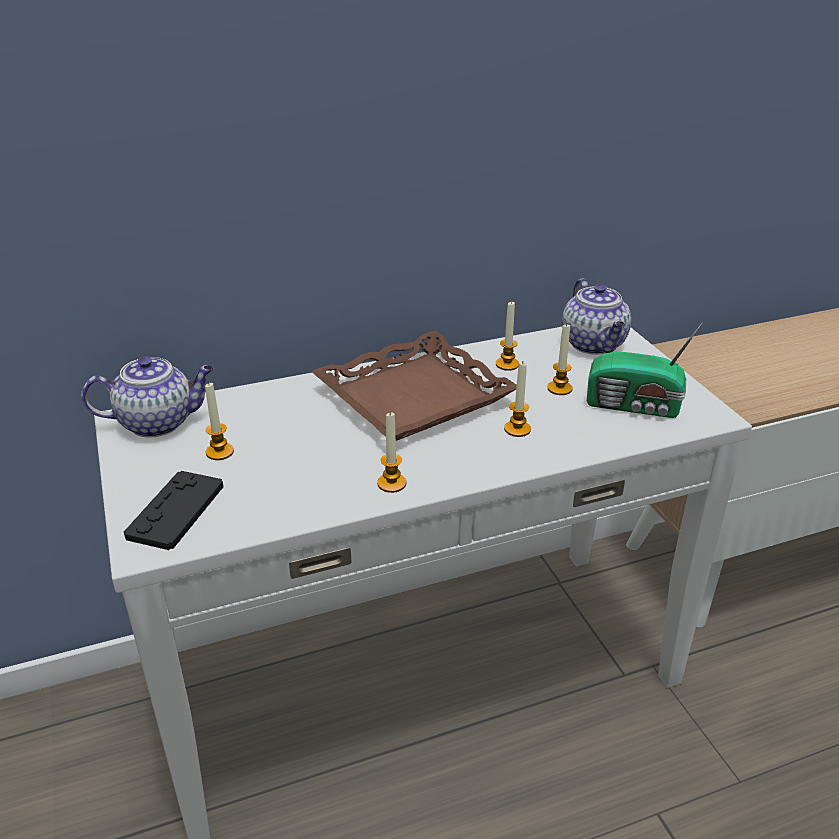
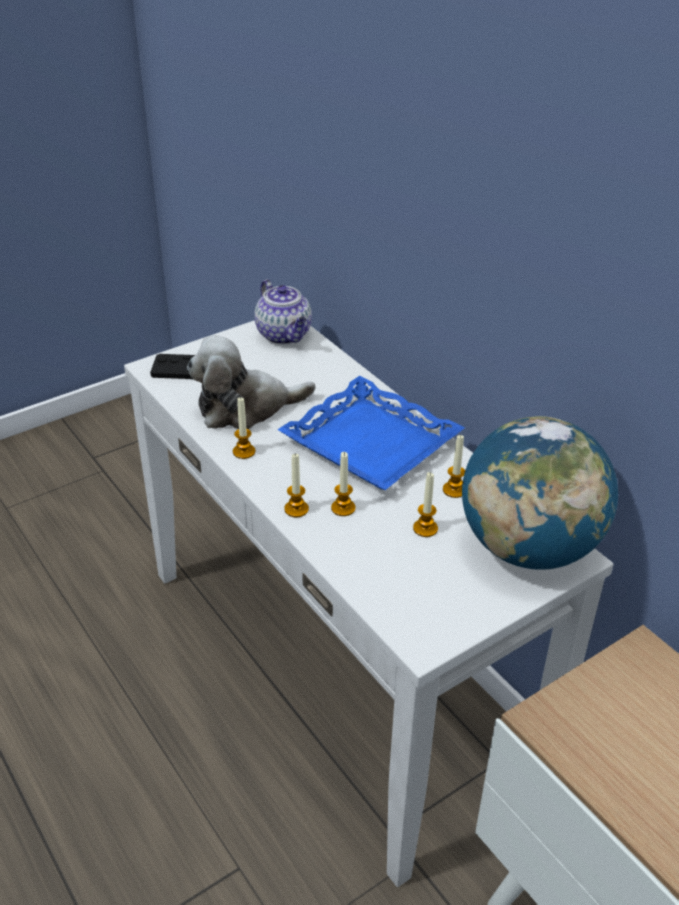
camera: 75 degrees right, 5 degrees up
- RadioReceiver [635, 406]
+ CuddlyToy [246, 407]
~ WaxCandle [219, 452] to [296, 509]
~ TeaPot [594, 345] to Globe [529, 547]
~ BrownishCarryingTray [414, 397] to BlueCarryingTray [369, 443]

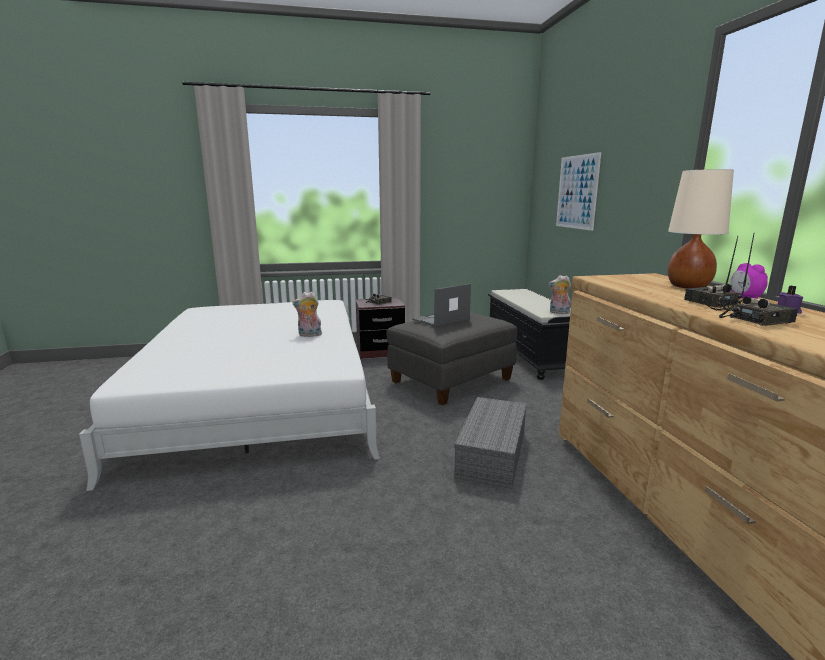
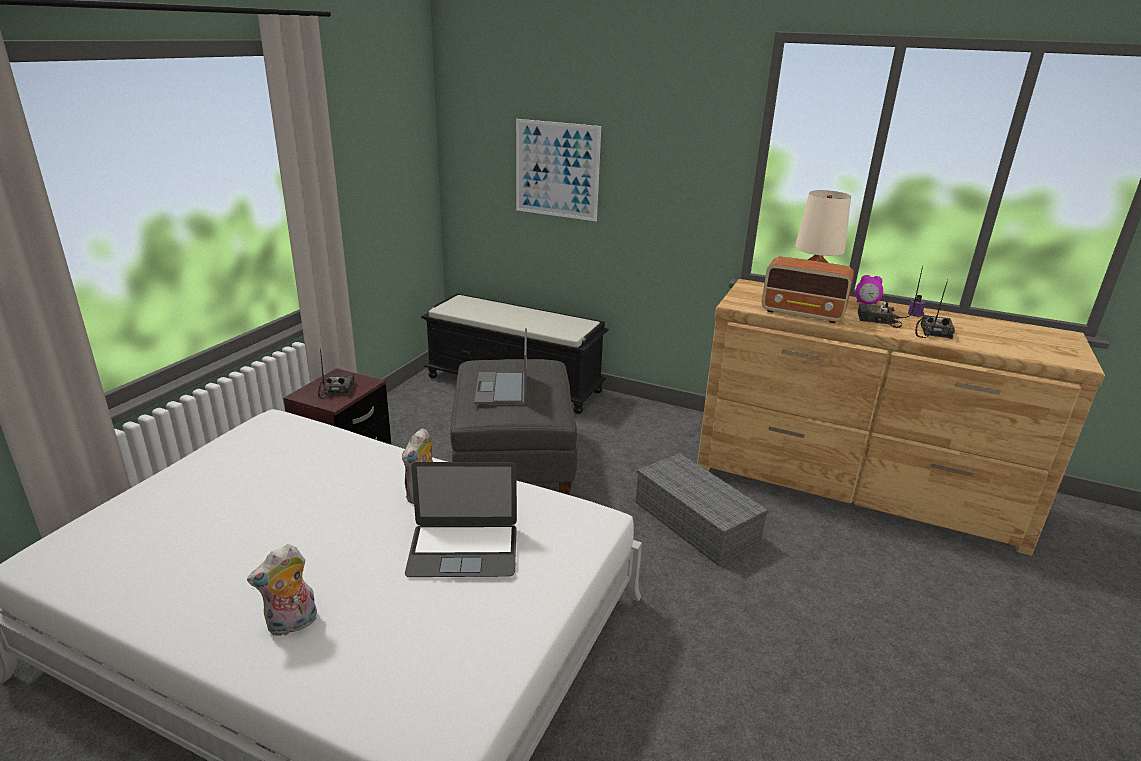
camera: 55 degrees left, 10 degrees up
+ Laptop [463, 550]
+ RadioReceiver [803, 313]
~ CuddlyToy [558, 313] to [292, 625]

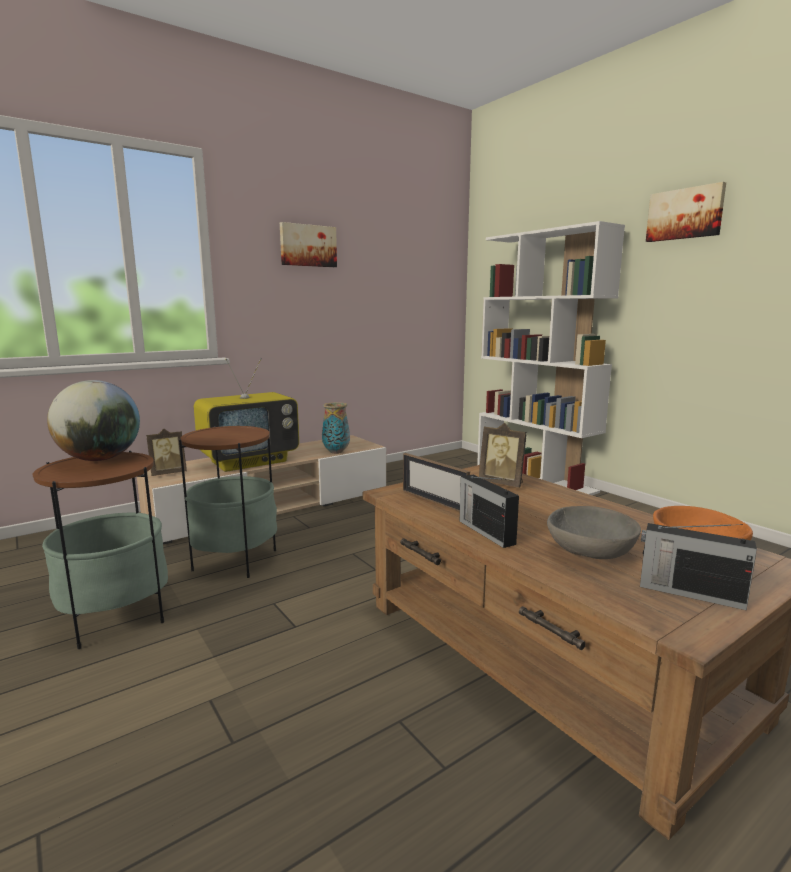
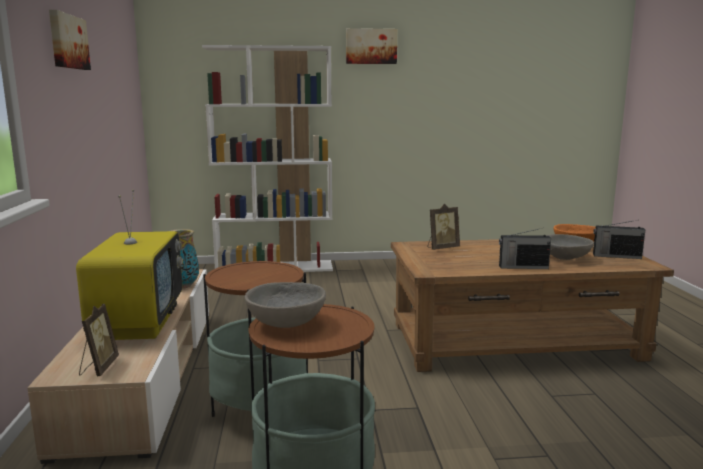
camera: 60 degrees left, 0 degrees up
- StandingFrame [434, 501]
~ Globe [100, 459] to GrayDeepDish [287, 322]
~ RadioReceiver [688, 592] = [615, 256] 45 degrees clockwise

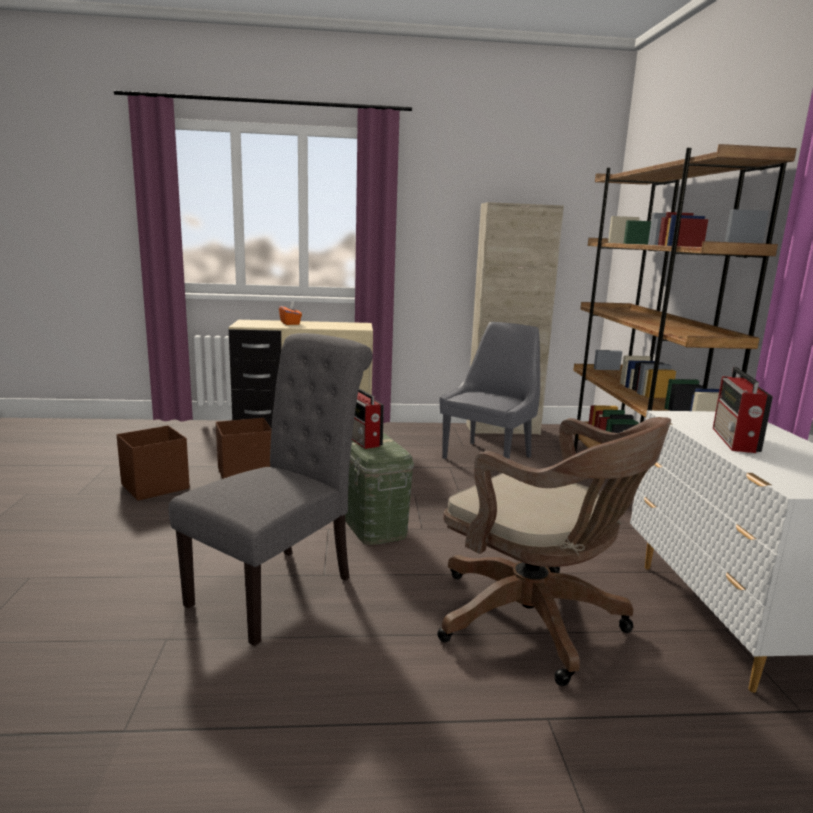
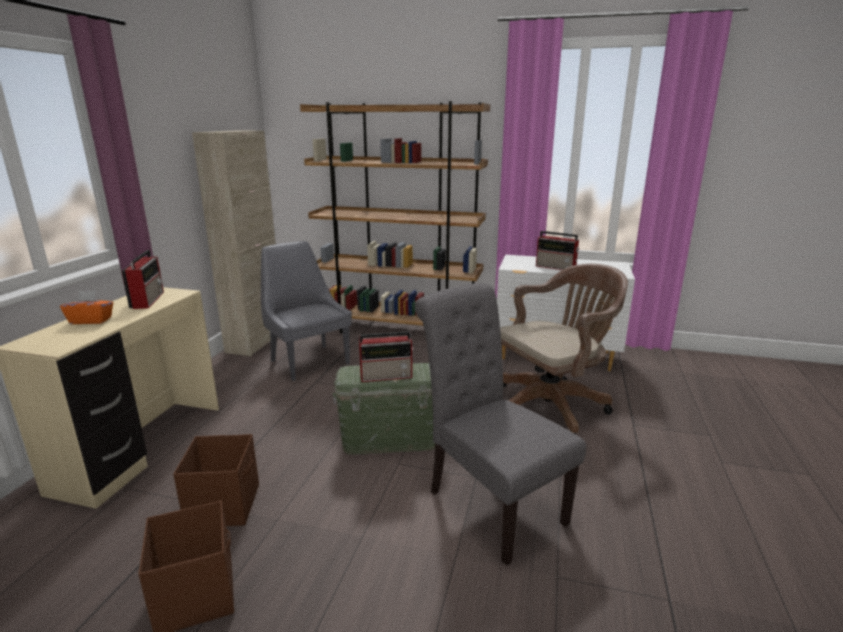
camera: 70 degrees left, 5 degrees up
+ RadioReceiver [148, 300]

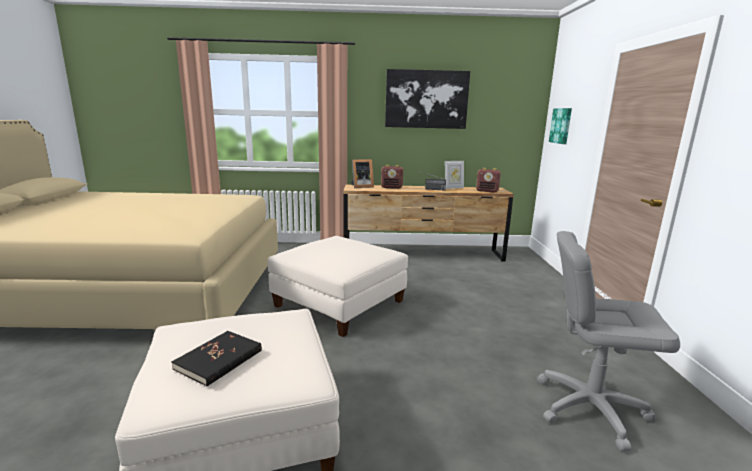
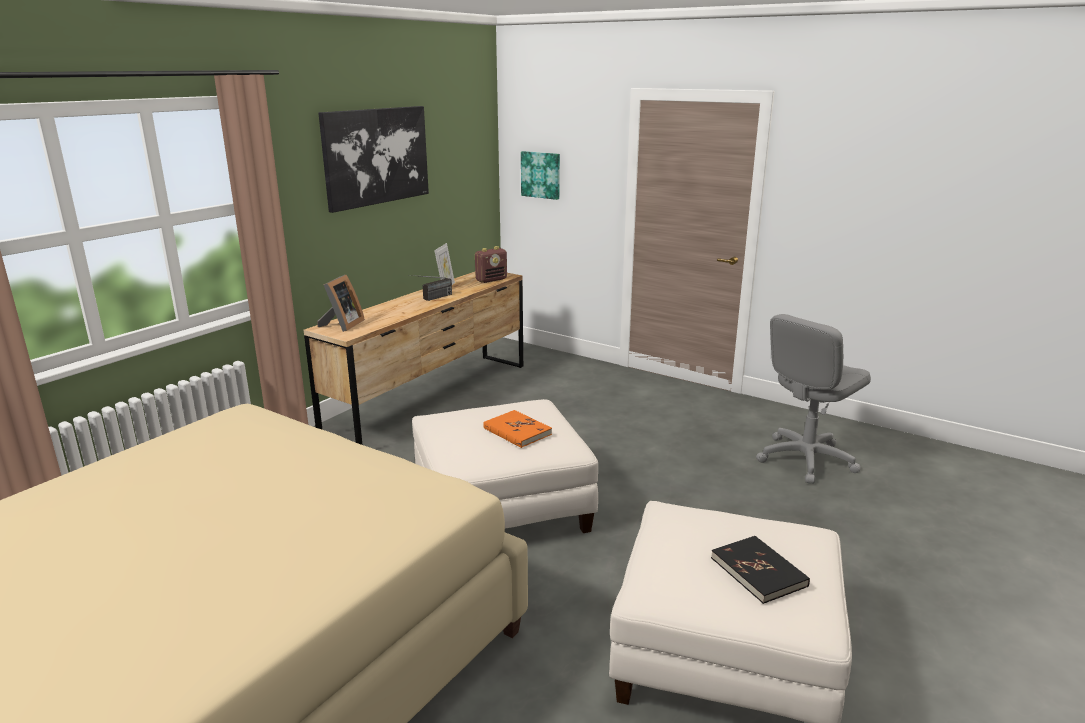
camera: 55 degrees left, 5 degrees up
- RadioReceiver [392, 187]
+ OrangeyBook [517, 431]

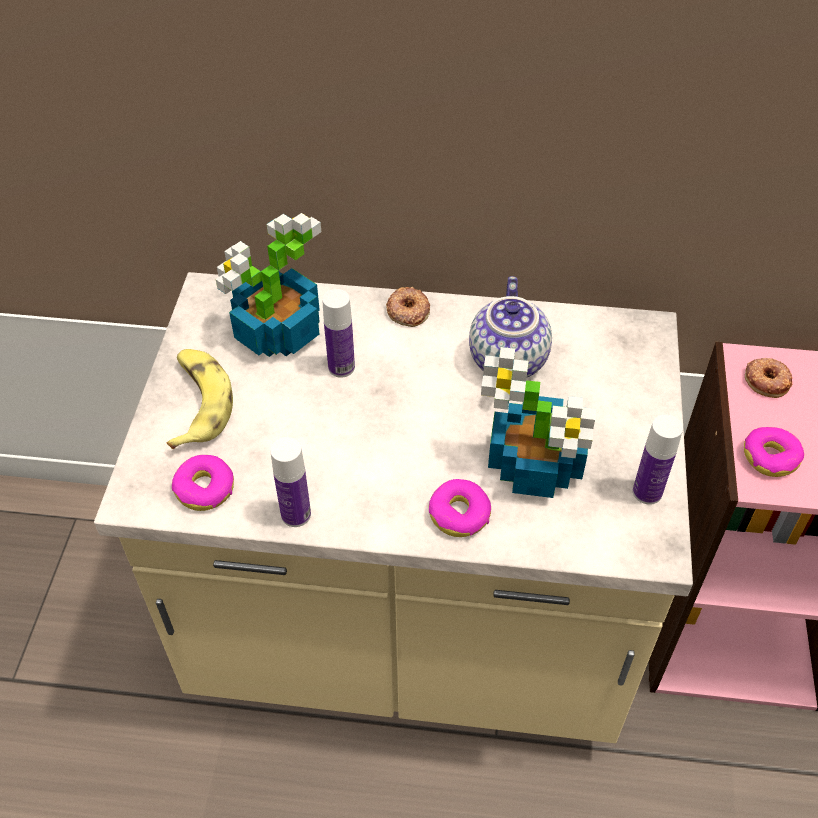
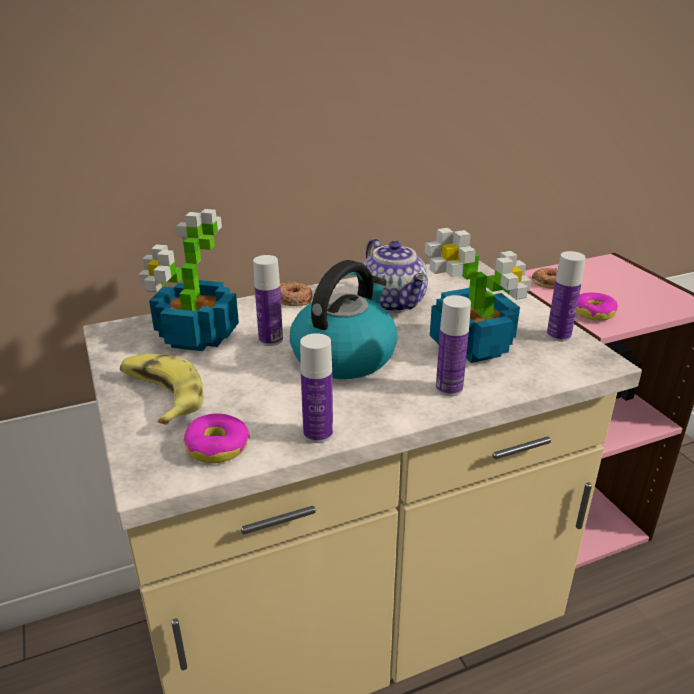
camera: 30 degrees left, 20 degrees down
+ WaterKettle [344, 355]
~ Doughnut [459, 514] to Bottle [449, 388]

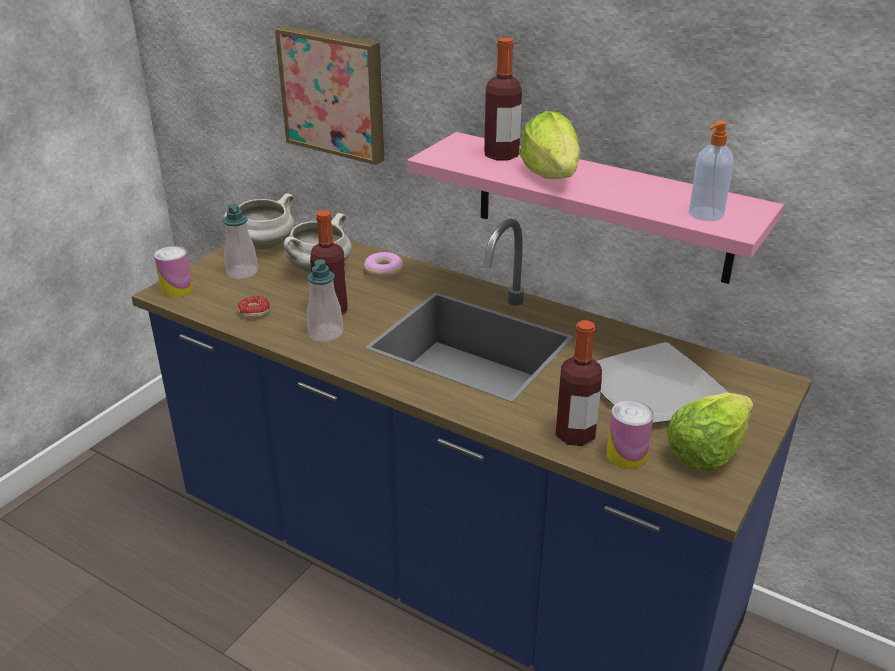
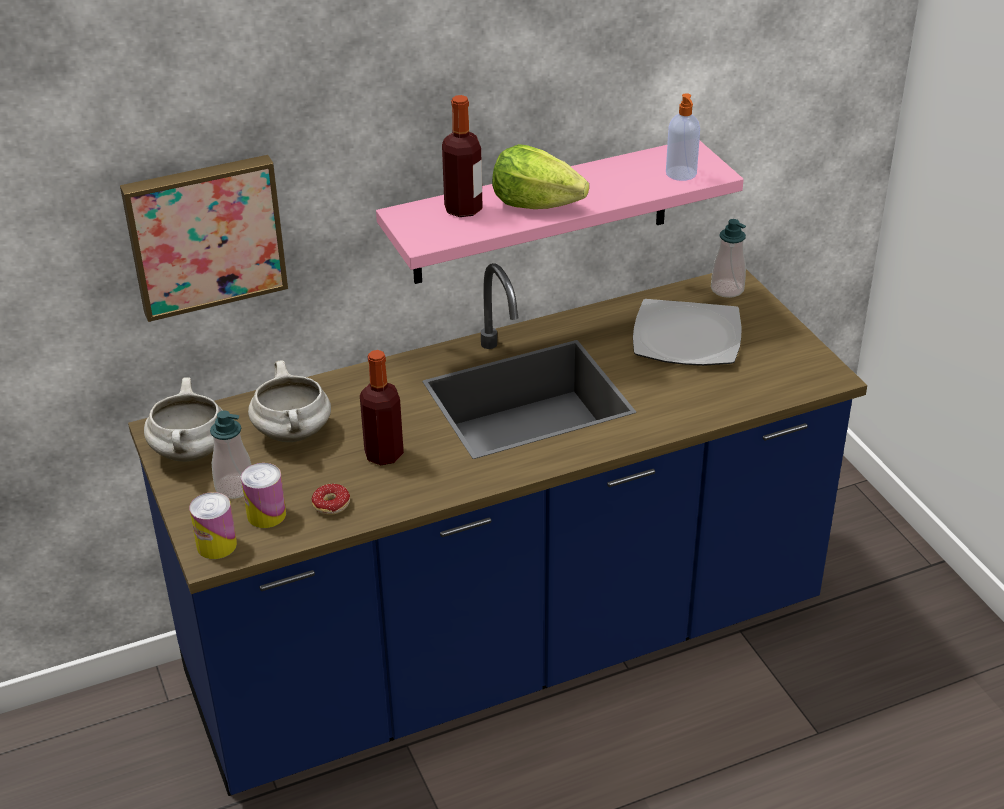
camera: 55 degrees left, 5 degrees up
- Doughnut [383, 270]
- Bottle [575, 435]
- HeadOfLettuce [705, 452]
~ SoapBottle [326, 334] to [727, 289]
~ SealedCan [626, 455] to [266, 515]

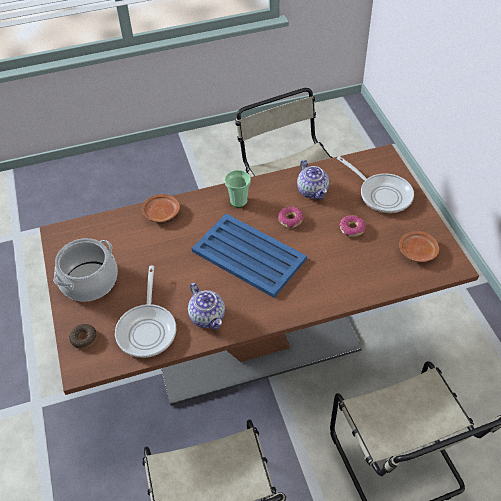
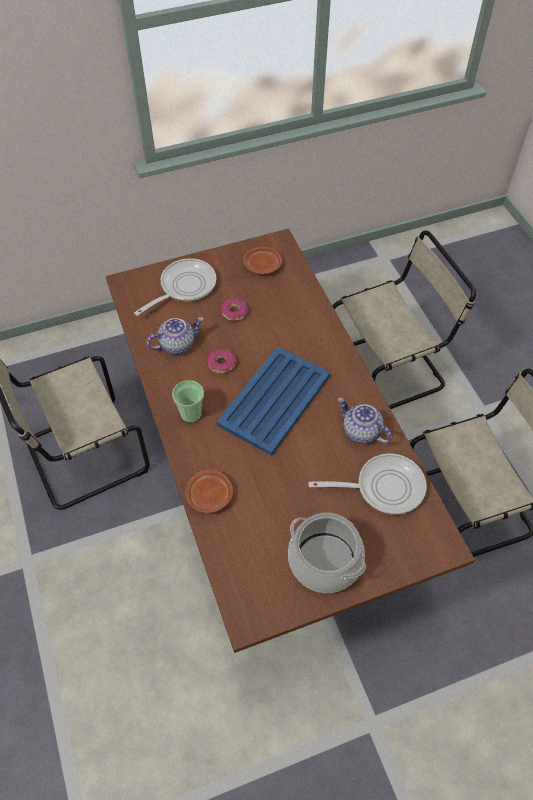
camera: 95 degrees left, 5 degrees up
- Doughnut [84, 338]
~ TeaPot [208, 317] = [360, 432] 105 degrees counterclockwise

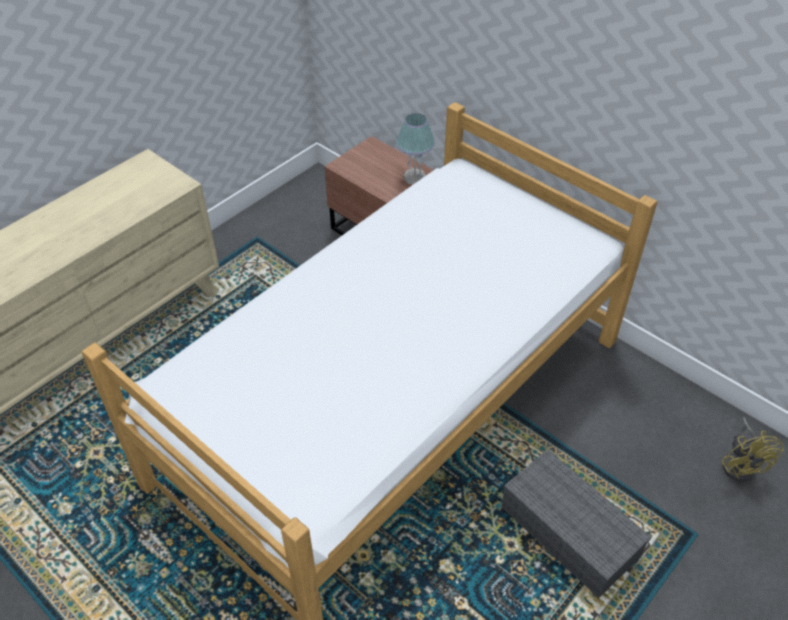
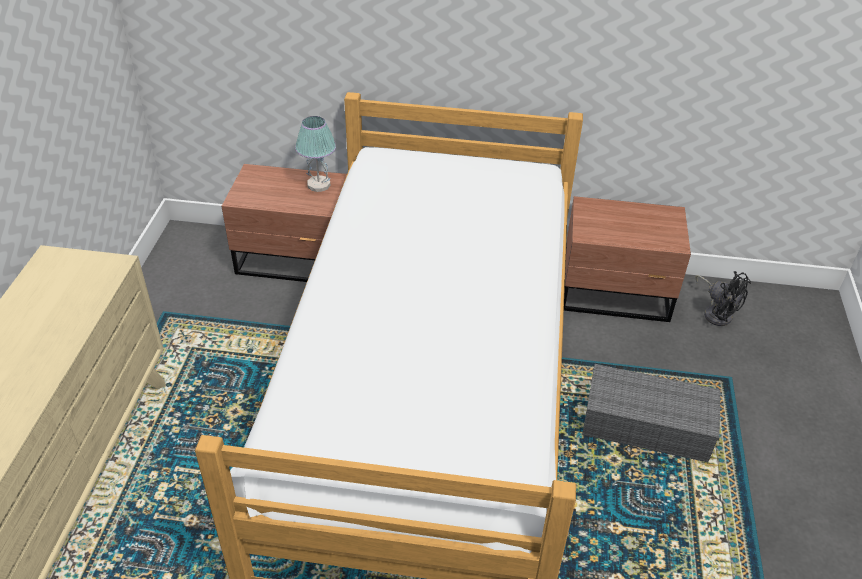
camera: 35 degrees left, 5 degrees down
+ BrownishNightTable [616, 294]
~ YellowColouredCoolingFan [741, 464] to BlackCoolingFan [716, 312]

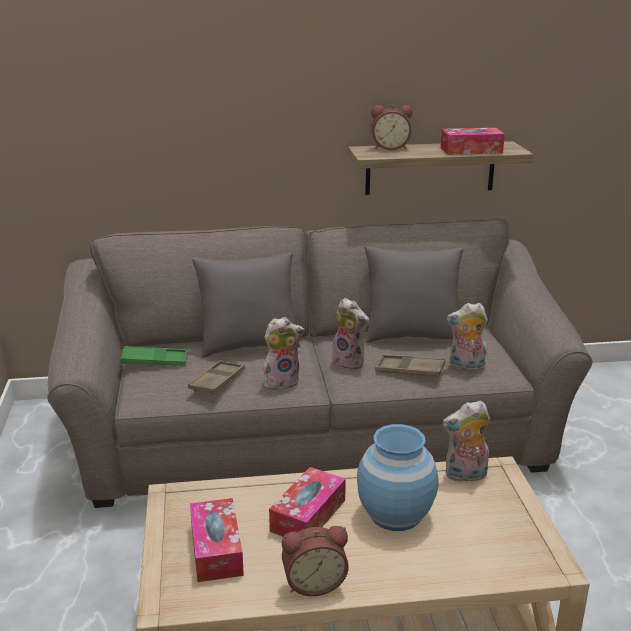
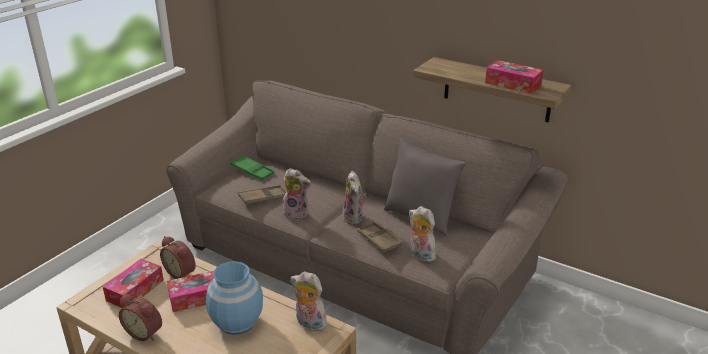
camera: 40 degrees right, 5 degrees up
- GrayThrowPillow [248, 346]
~ TableClock [390, 147] to [181, 272]

